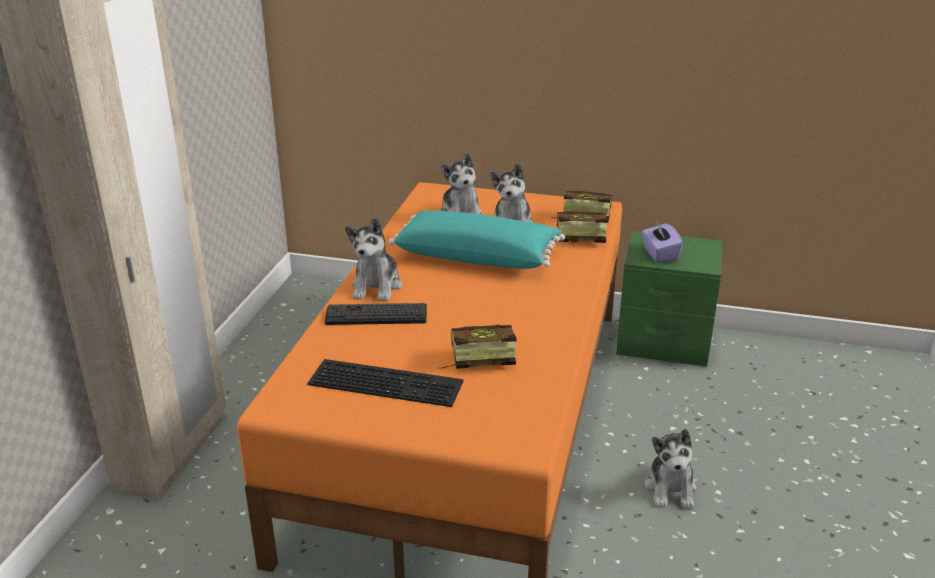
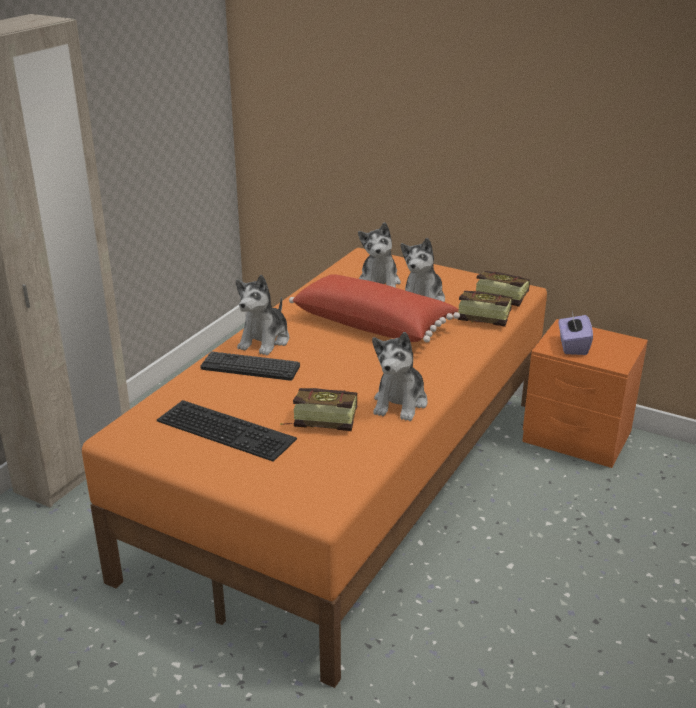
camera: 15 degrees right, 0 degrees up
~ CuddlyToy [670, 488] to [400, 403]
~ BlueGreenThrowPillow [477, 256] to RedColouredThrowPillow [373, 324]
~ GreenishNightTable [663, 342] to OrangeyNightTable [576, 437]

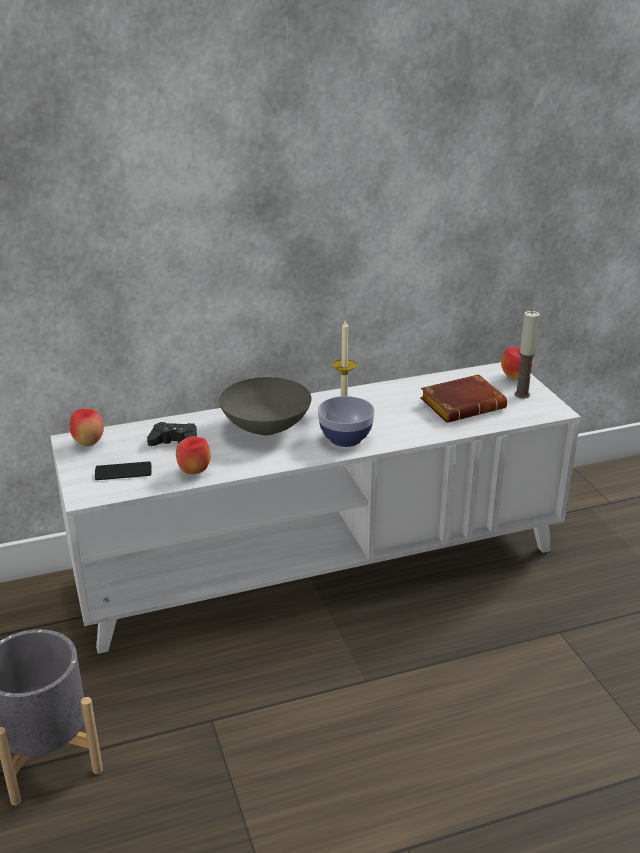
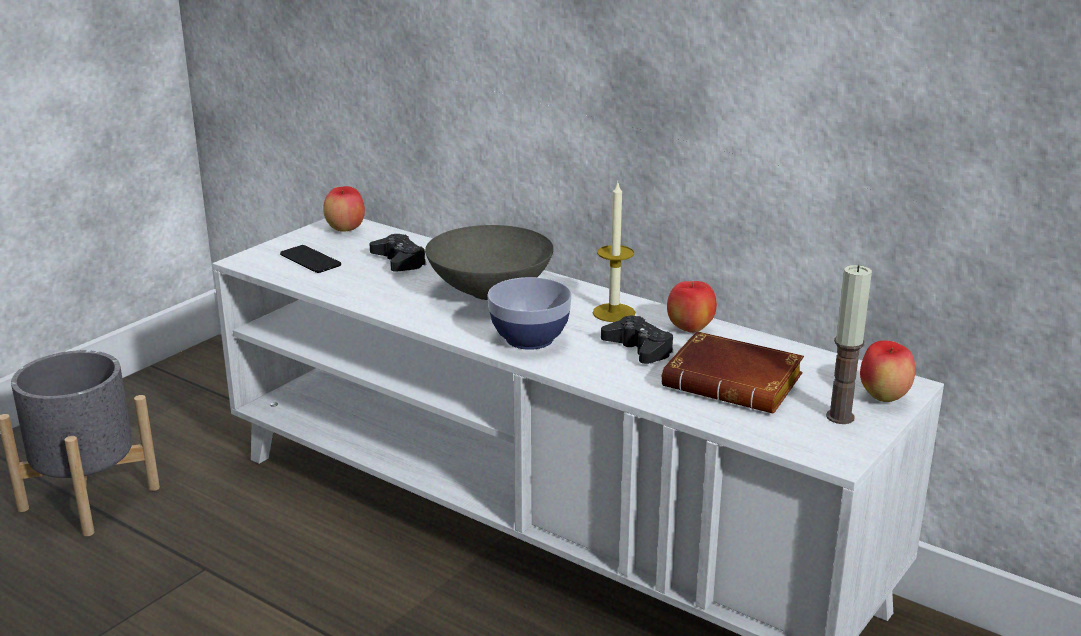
camera: 55 degrees right, 5 degrees down
+ BlackJoypad [639, 349]
~ WholeApple [194, 471] to [690, 329]

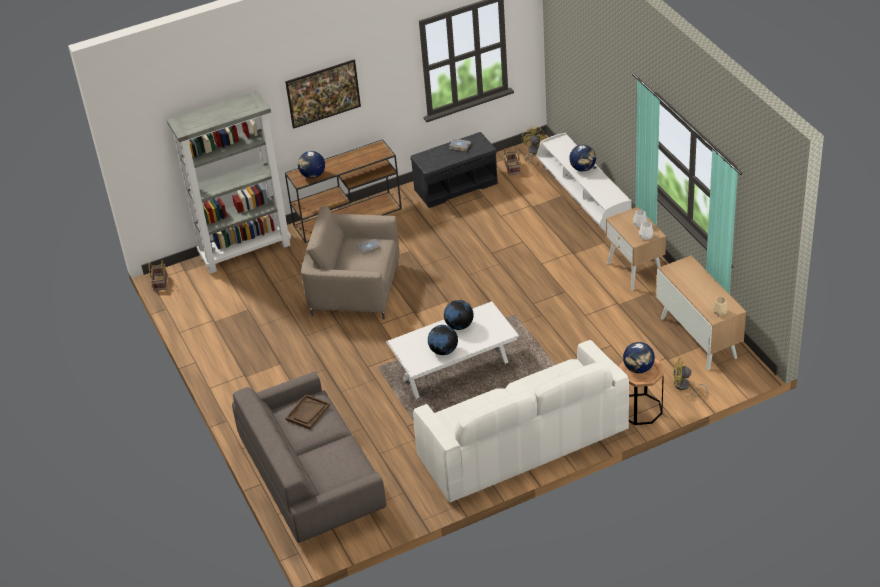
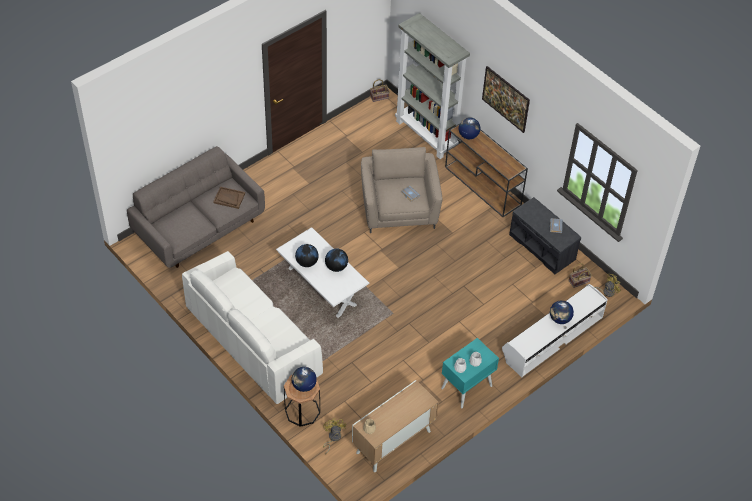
camera: 70 degrees right, 10 degrees up
~ BeigeColouredNightTable [635, 271] to BlueGreenNightTable [466, 387]

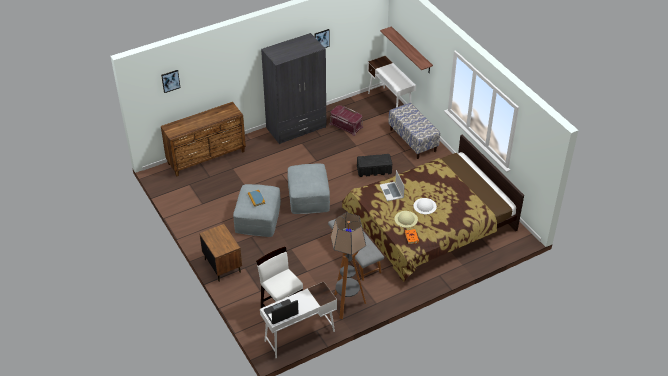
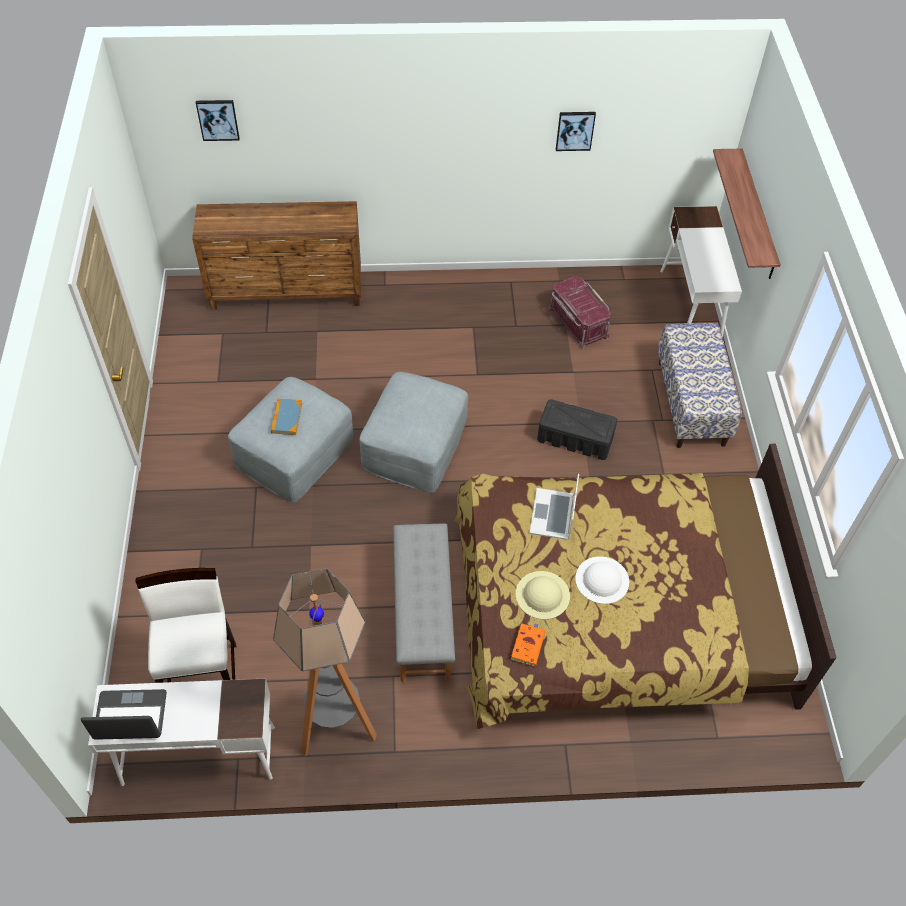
camera: 25 degrees right, 10 degrees up
- BrownishNightTable [222, 265]
- GrayArmoire [296, 128]

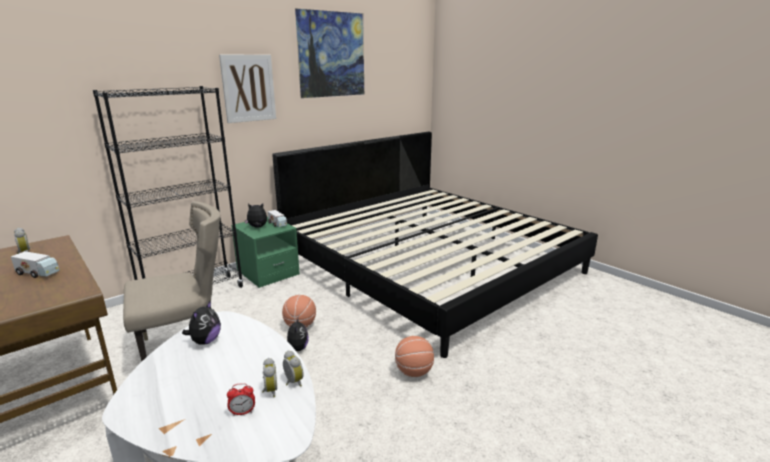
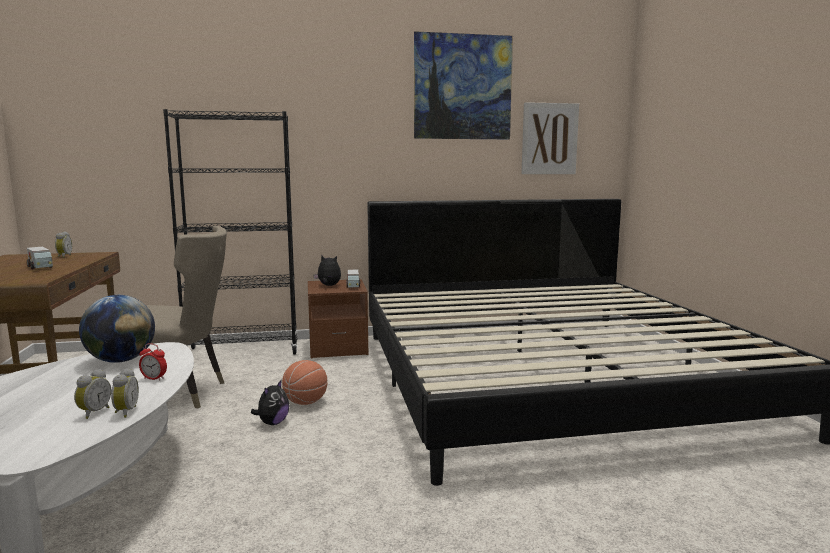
camera: 30 degrees right, 10 degrees down
- BasketballBall [413, 372]
~ Picture [248, 88] to [549, 139]
~ TableClock [242, 412] to [154, 378]
~ CuddlyToy [205, 341] to Globe [121, 360]
~ GreenishNightTable [268, 273] to BrownishNightTable [337, 347]

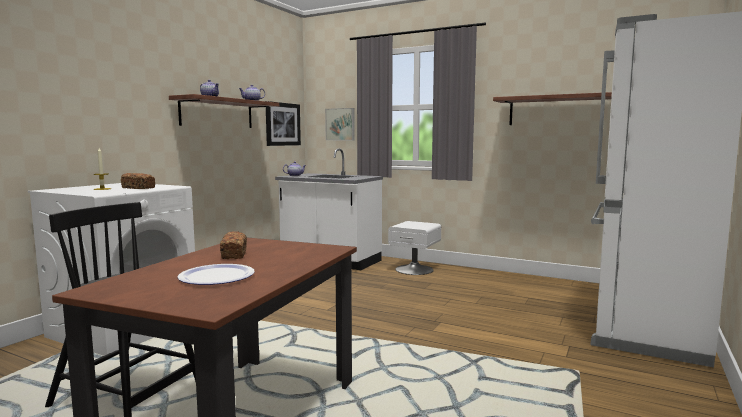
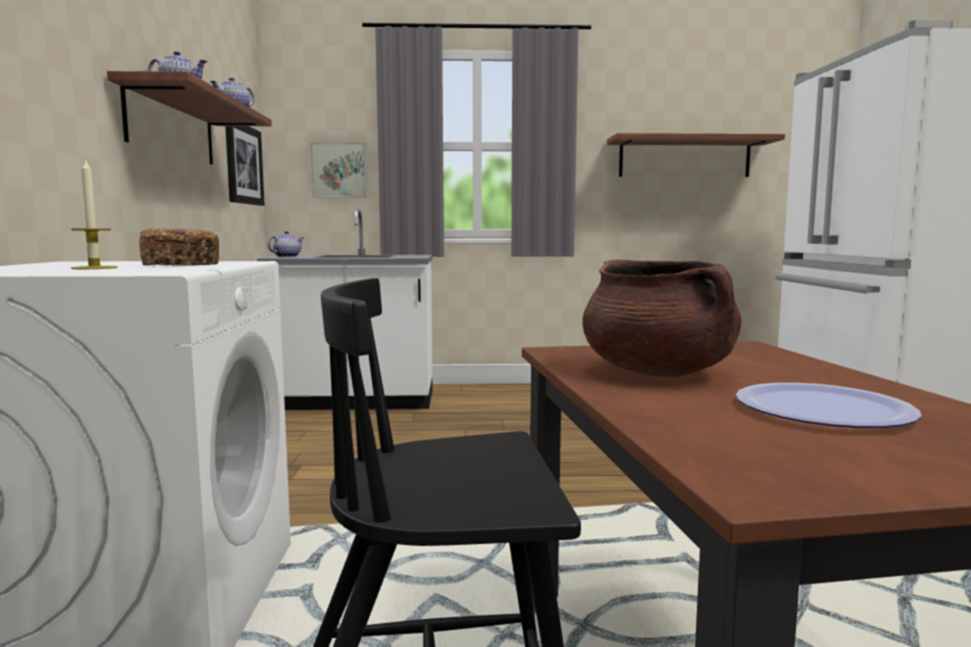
camera: 30 degrees left, 0 degrees up
- WhitishNightTable [414, 269]
~ Bread [234, 254] to BrownishSaucepot [658, 373]

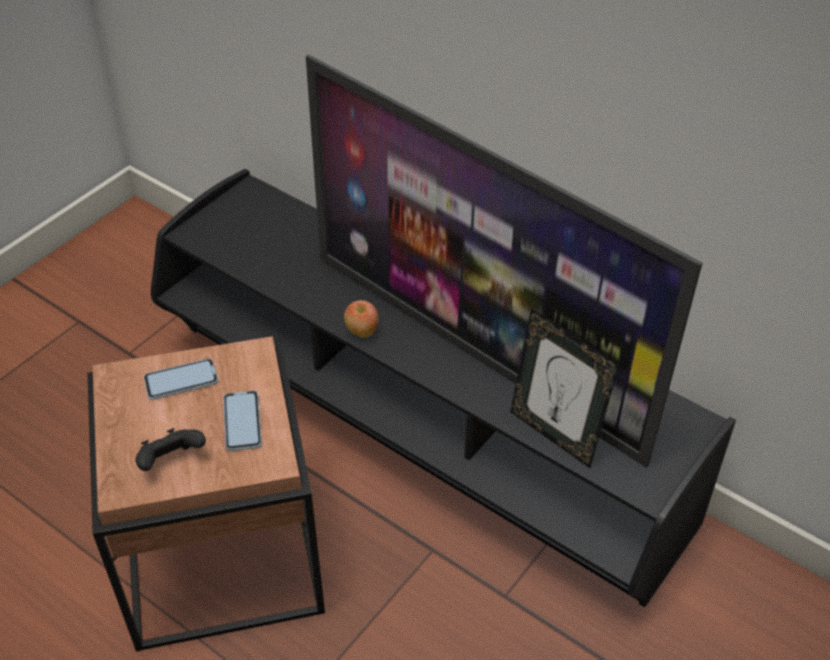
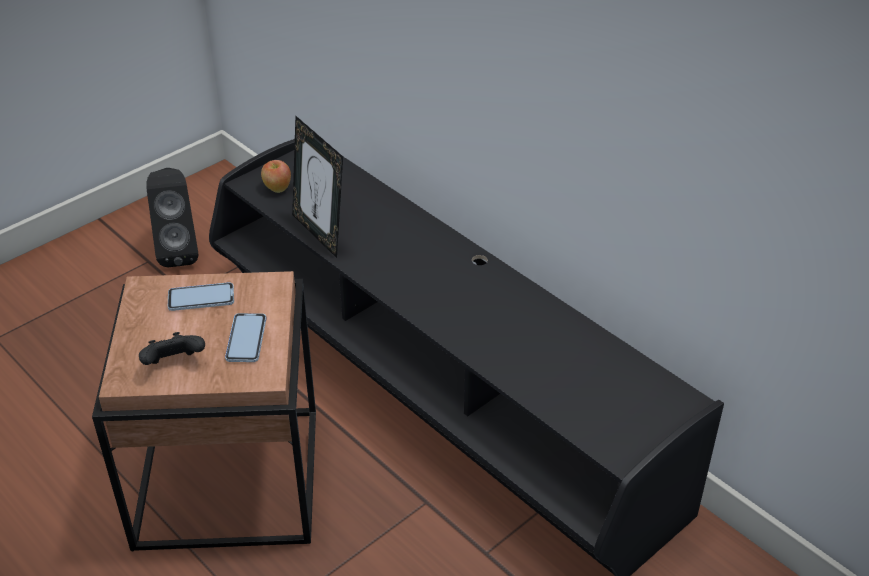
camera: 10 degrees right, 5 degrees down
- TvSet [476, 351]
+ BlackLoudspeaker [179, 252]
~ WholeApple [361, 331] to [277, 188]
~ StandingFrame [554, 434] to [320, 233]

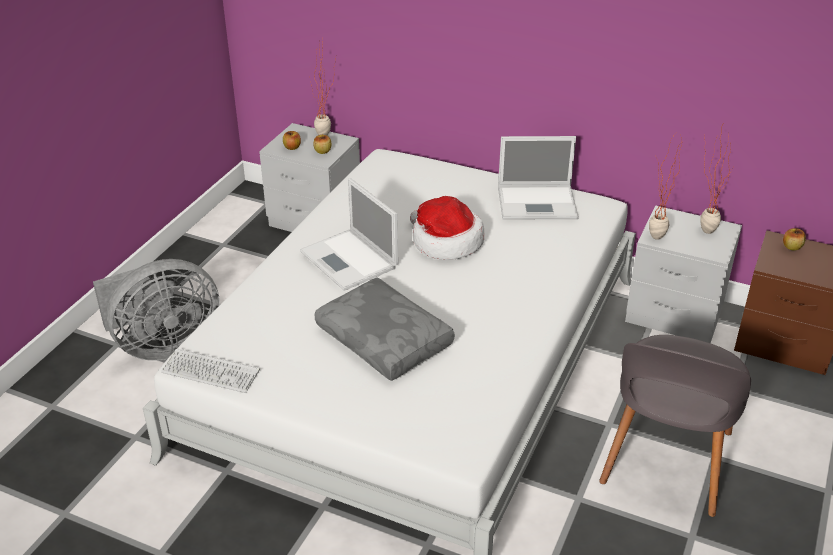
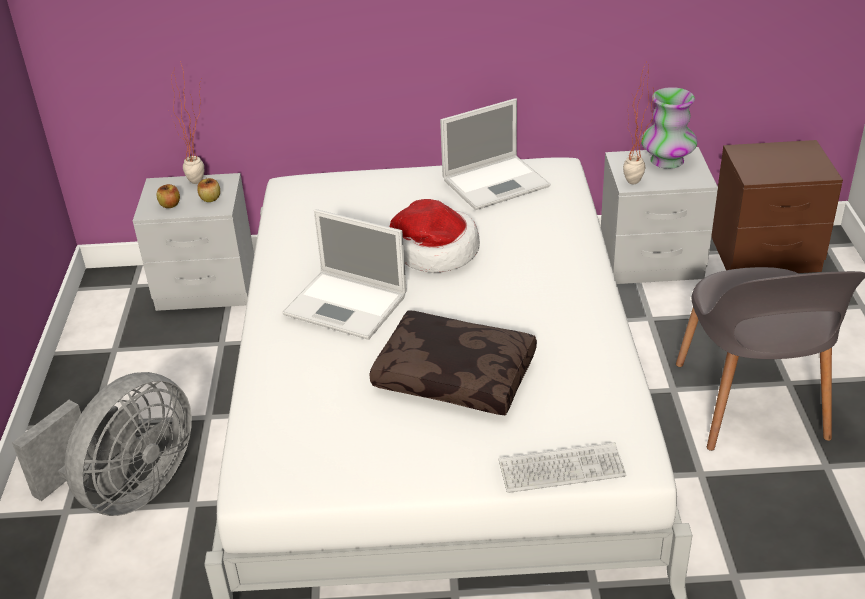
camera: 25 degrees left, 0 degrees up
- WholeApple [792, 247]
~ Keyboard [210, 372] to [561, 469]
~ PlantInAPot [702, 228] to Vase [667, 161]
~ GrayThrowPillow [386, 339] to BrownishThrowPillow [457, 375]

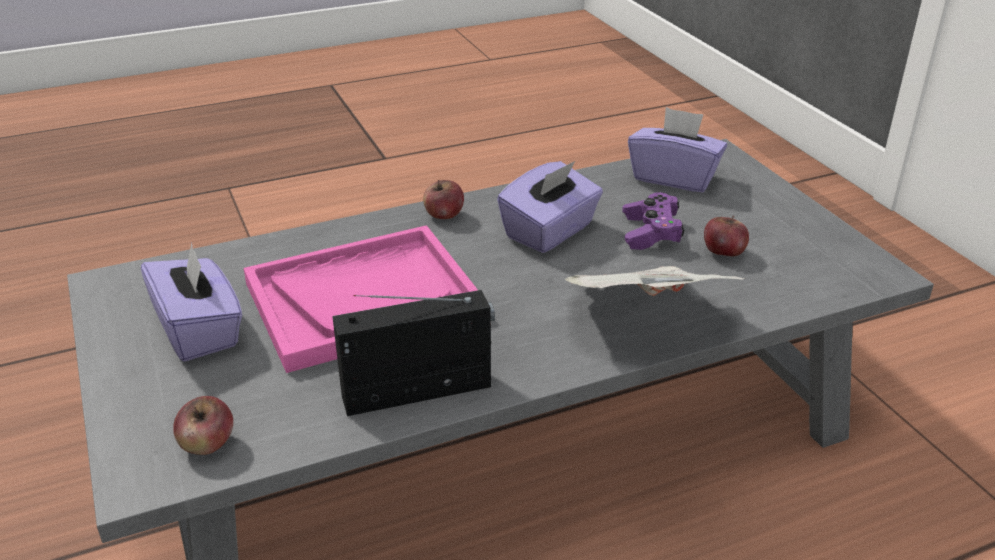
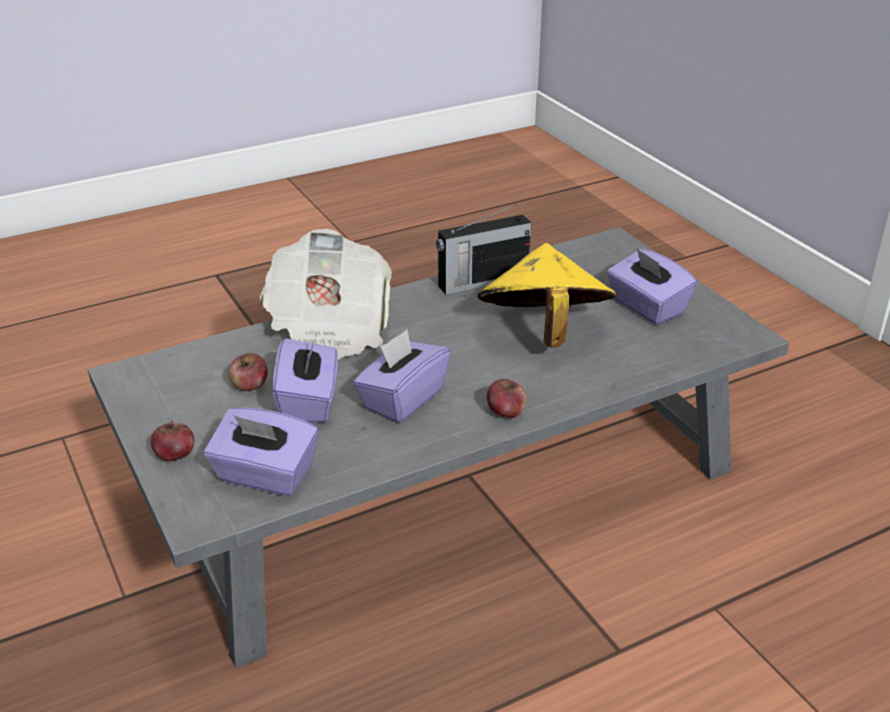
camera: 175 degrees right, 0 degrees up
~ WholeApple [207, 444] to [175, 455]
~ PinkCarryingTray [364, 300] to YellowColouredClothingHat [543, 332]
~ PurplishJoypad [651, 233] to PurplishBoxOfTissues [309, 402]

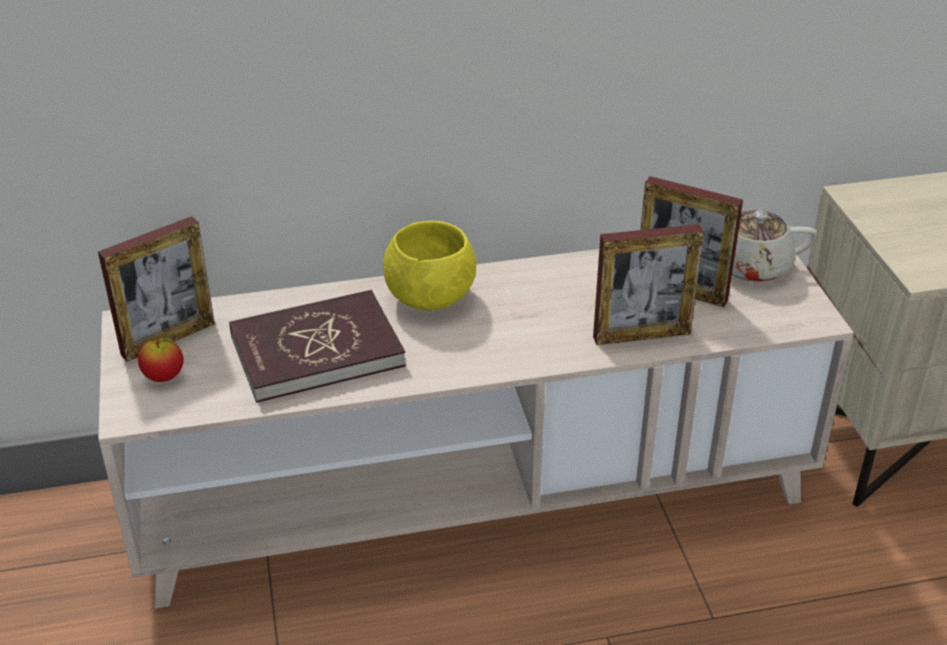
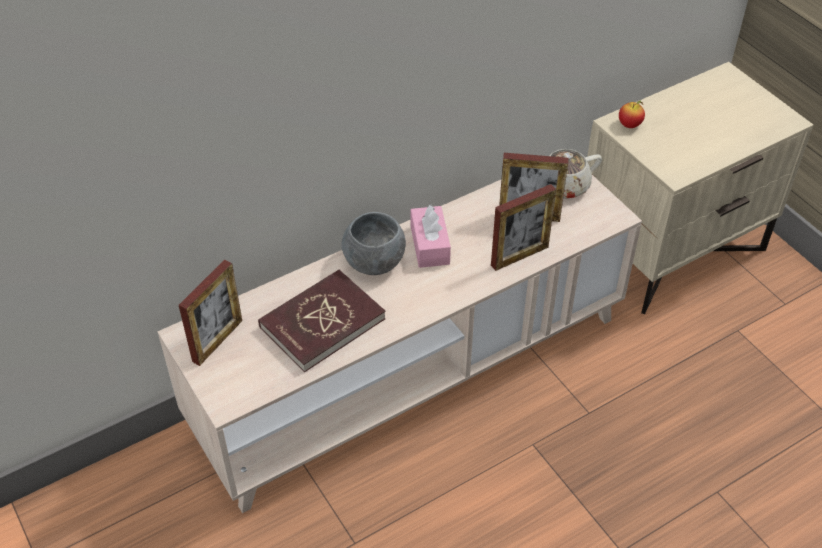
camera: 20 degrees left, 10 degrees up
+ PinkBoxOfTissues [430, 245]
~ WholeApple [164, 377] to [629, 125]
~ YellowColouredDeepDish [429, 298] to GrayDeepDish [374, 262]

